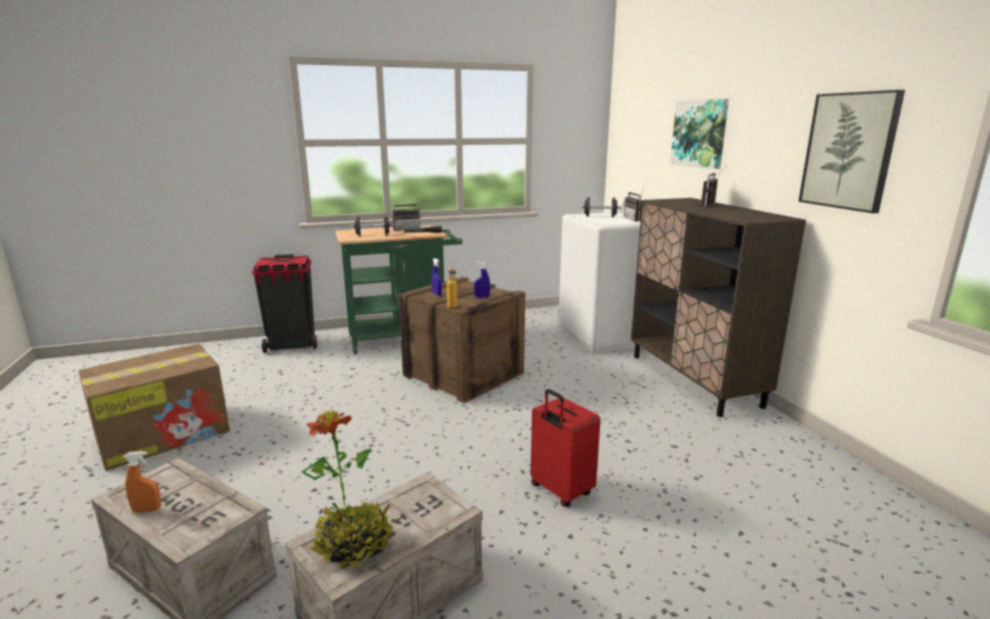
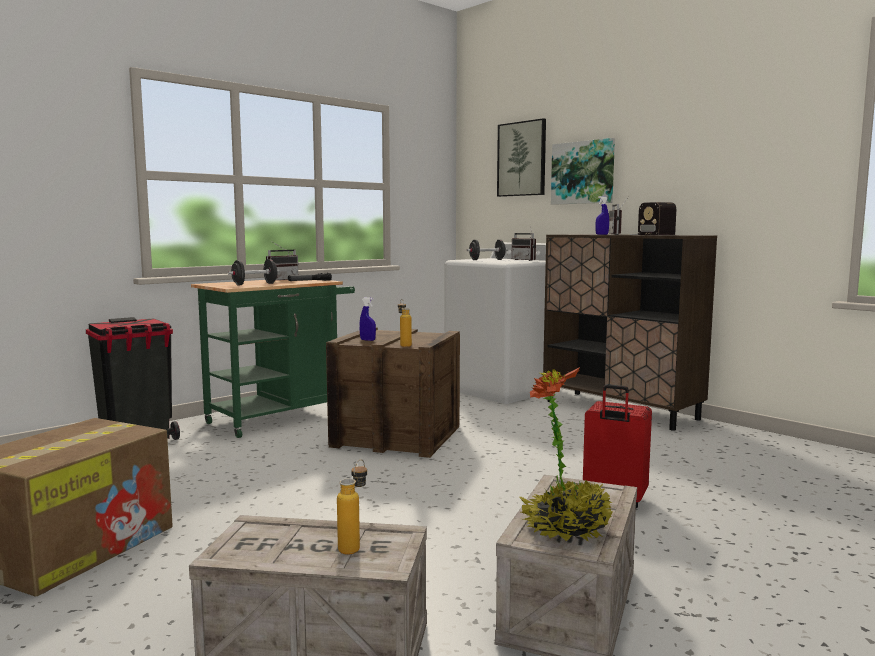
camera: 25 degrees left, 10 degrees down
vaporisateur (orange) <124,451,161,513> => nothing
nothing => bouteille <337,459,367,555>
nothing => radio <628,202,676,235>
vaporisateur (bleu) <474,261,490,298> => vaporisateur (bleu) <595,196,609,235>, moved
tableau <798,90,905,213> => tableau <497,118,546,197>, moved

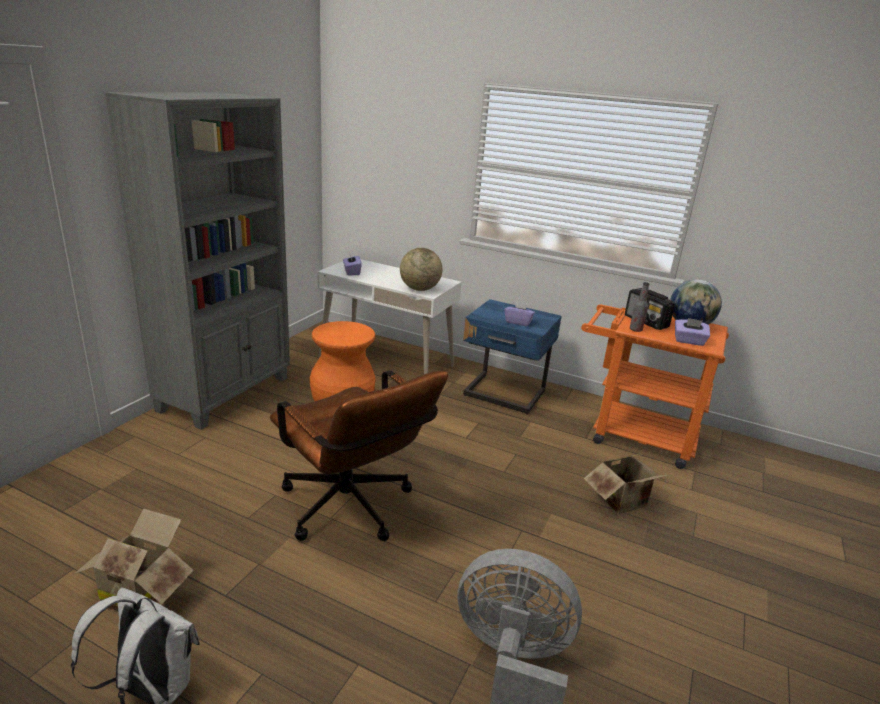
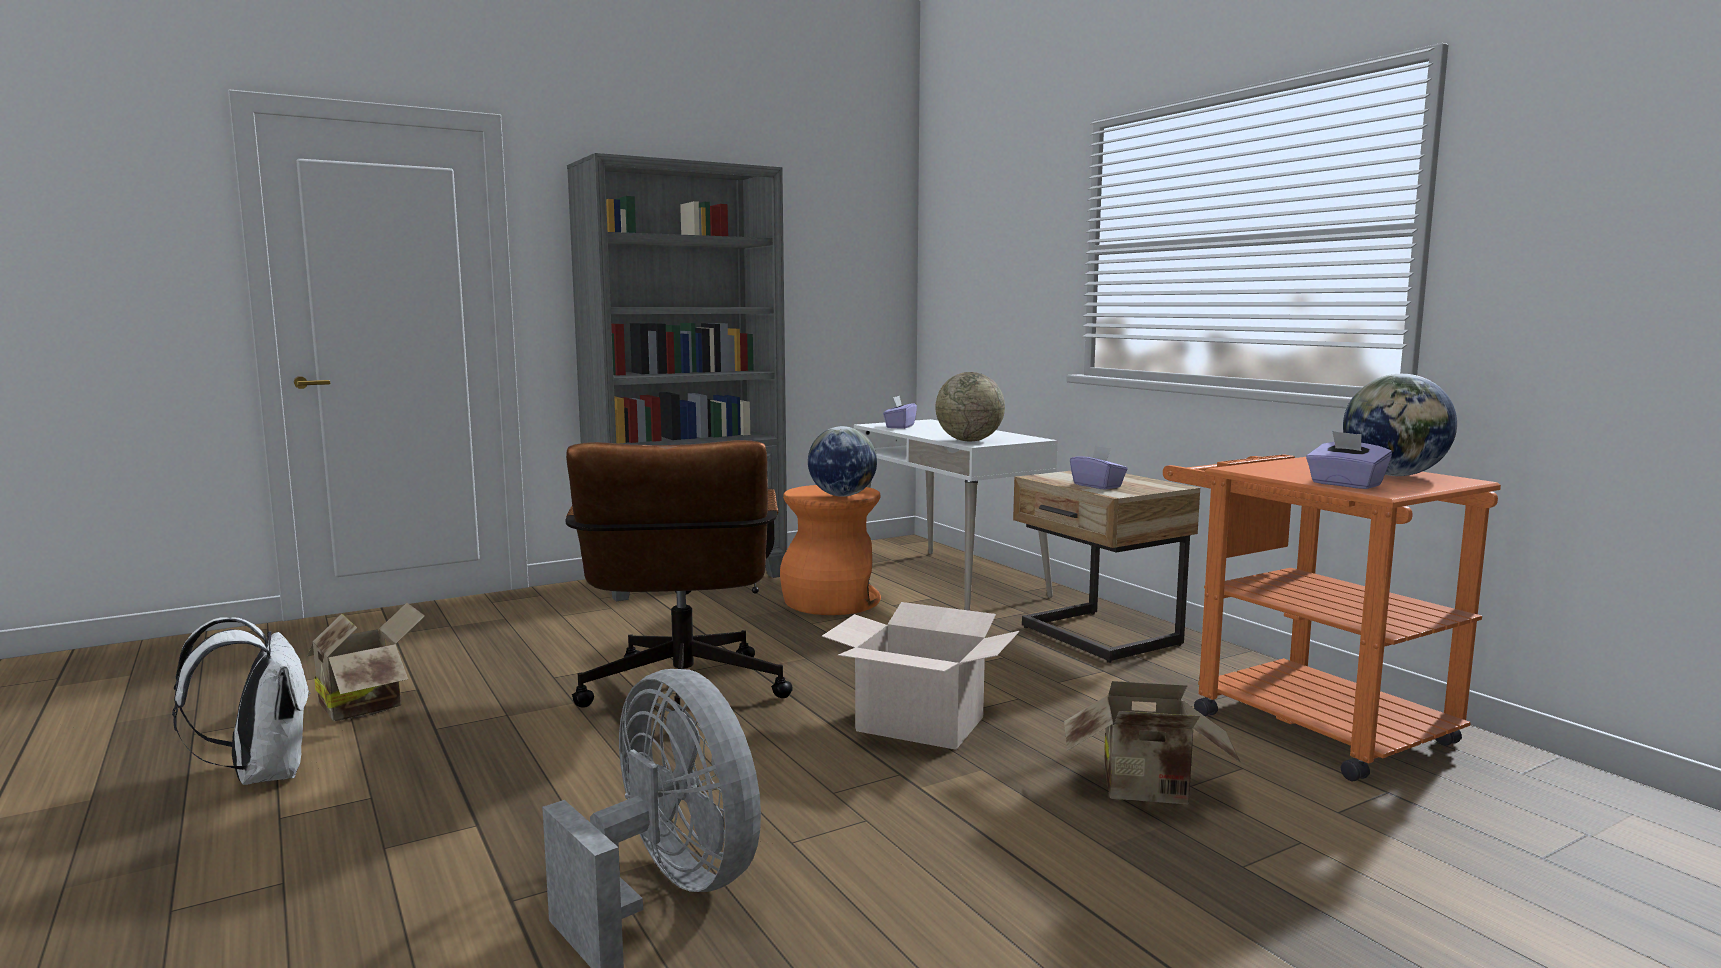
camera: 35 degrees right, 15 degrees down
radio <625,288,675,330> => nothing
bouteille <630,282,650,332> => nothing
nothing => globe <808,426,877,497>
nothing => carton <822,602,1020,750>
table de chevet (bleu) <463,299,561,414> => table de chevet (beige) <1013,471,1200,663>

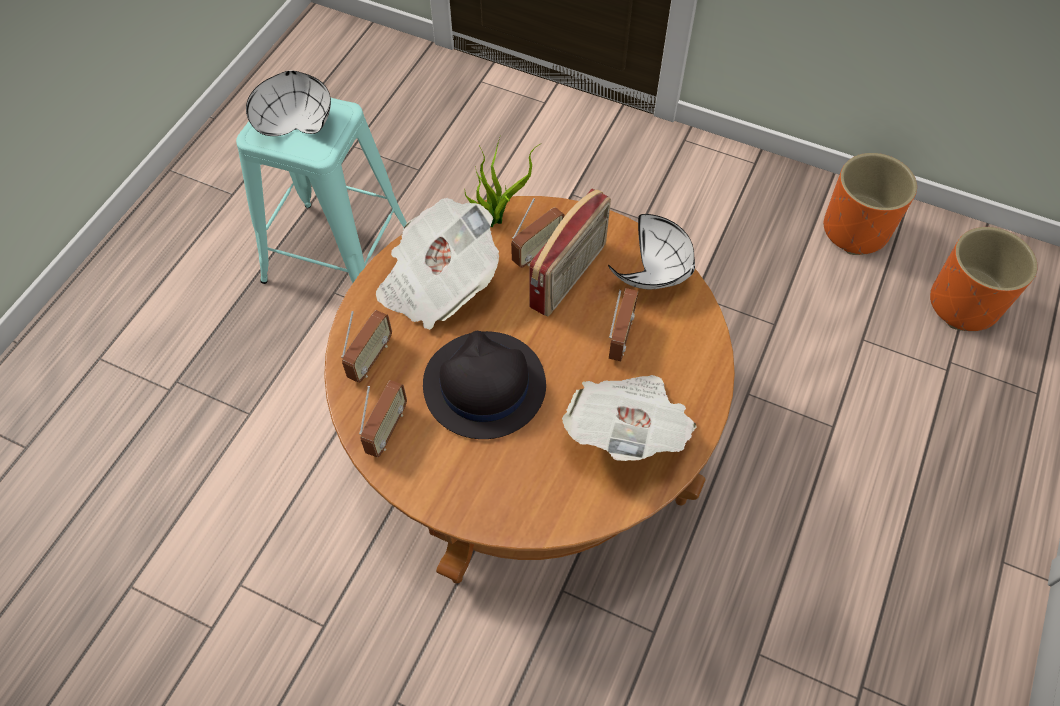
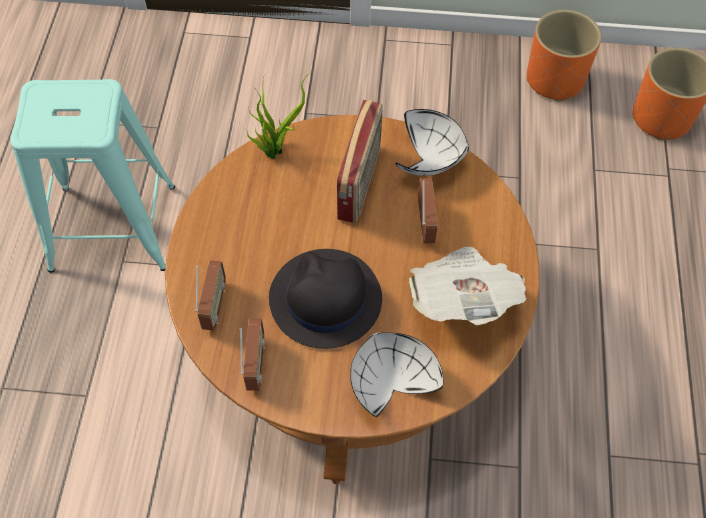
camera: 20 degrees left, 0 degrees up
journal <376,198,499,330> => nothing
radio <511,198,565,268> => nothing
bol (blanc) <246,70,331,136> => bol (blanc) <350,332,443,417>, moved

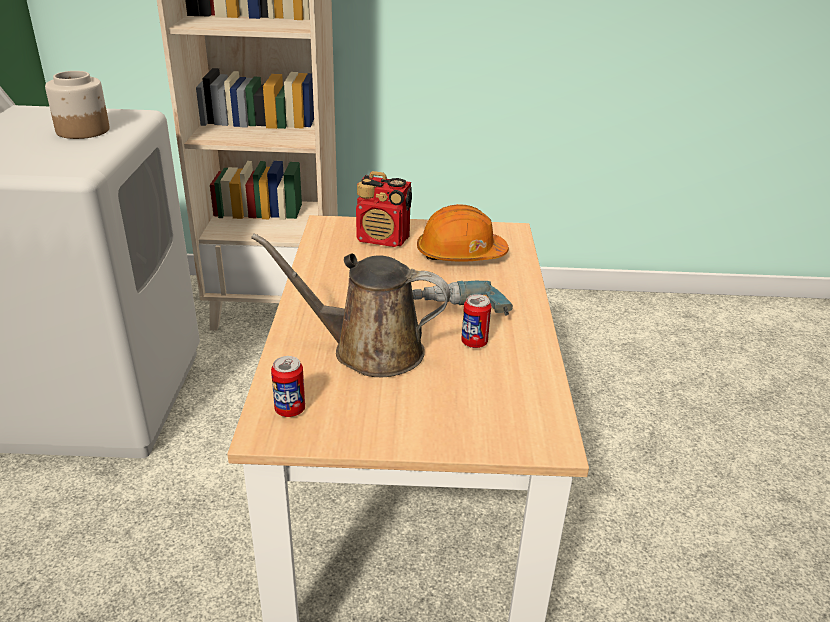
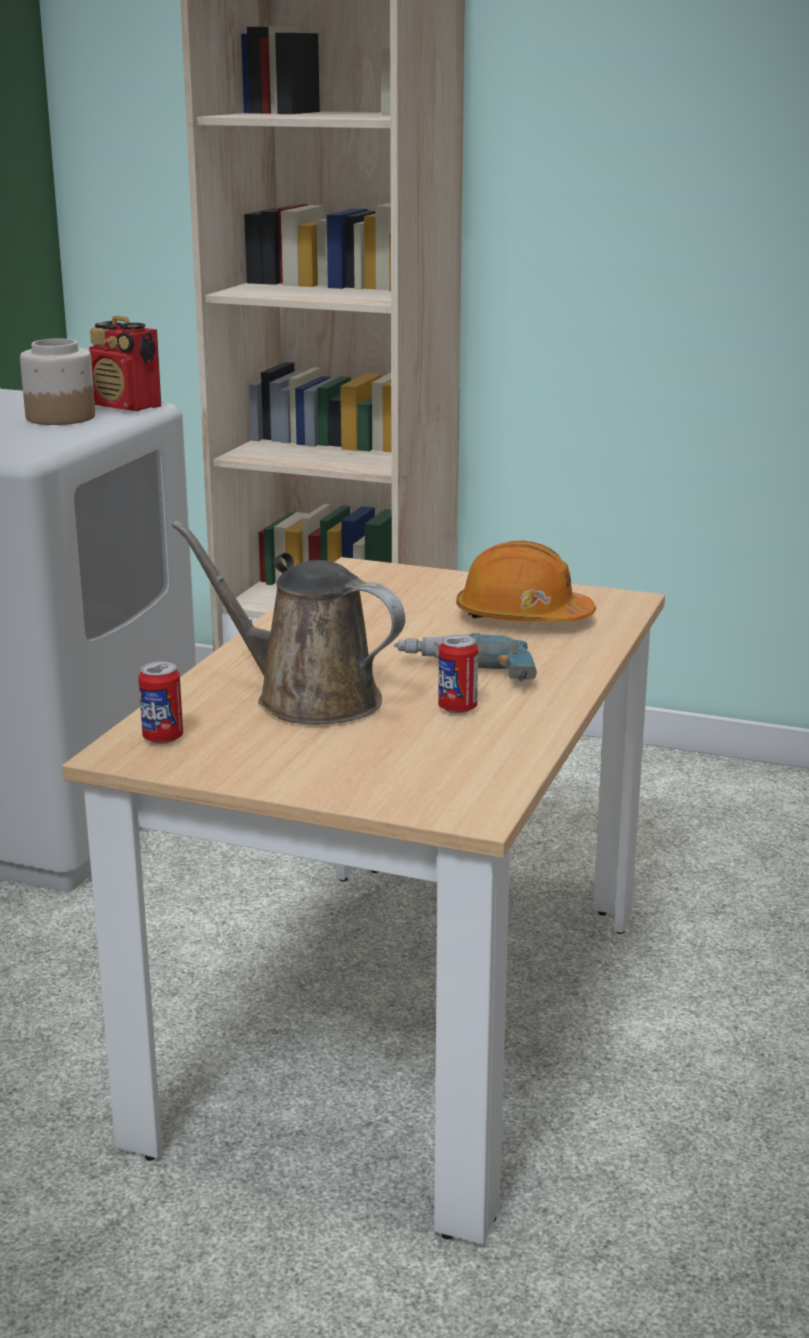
camera: 20 degrees right, 10 degrees down
radio <356,171,412,247> => radio <89,315,161,411>, moved

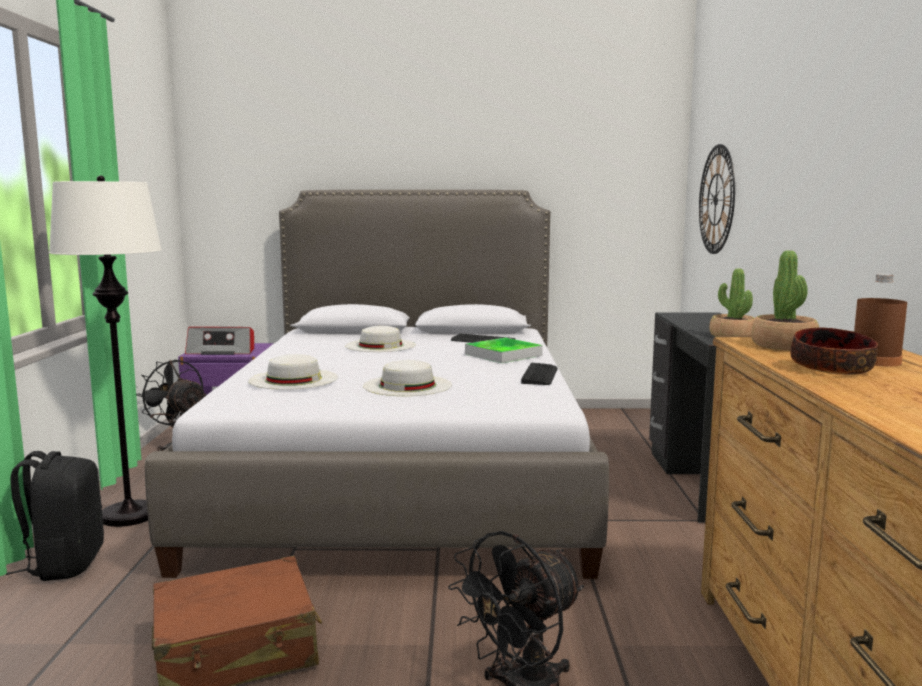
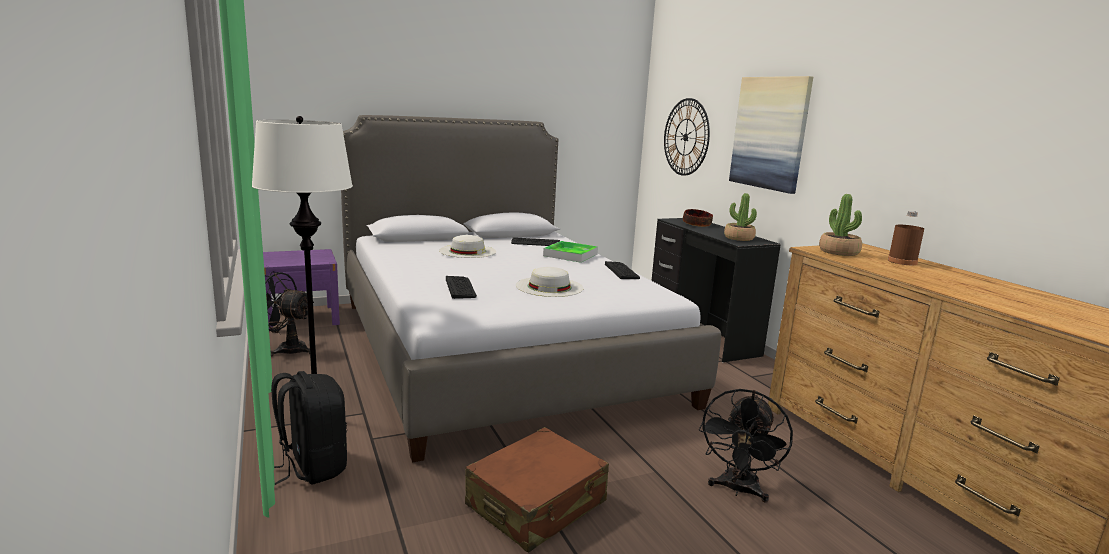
camera: 25 degrees left, 5 degrees up
radio <185,327,254,355> => nothing
nothing => tableau <729,76,813,194>
bol <790,328,878,375> => bol <683,209,713,227>, moved
chapeau (blanc) <249,354,338,390> => clavier <446,276,477,299>

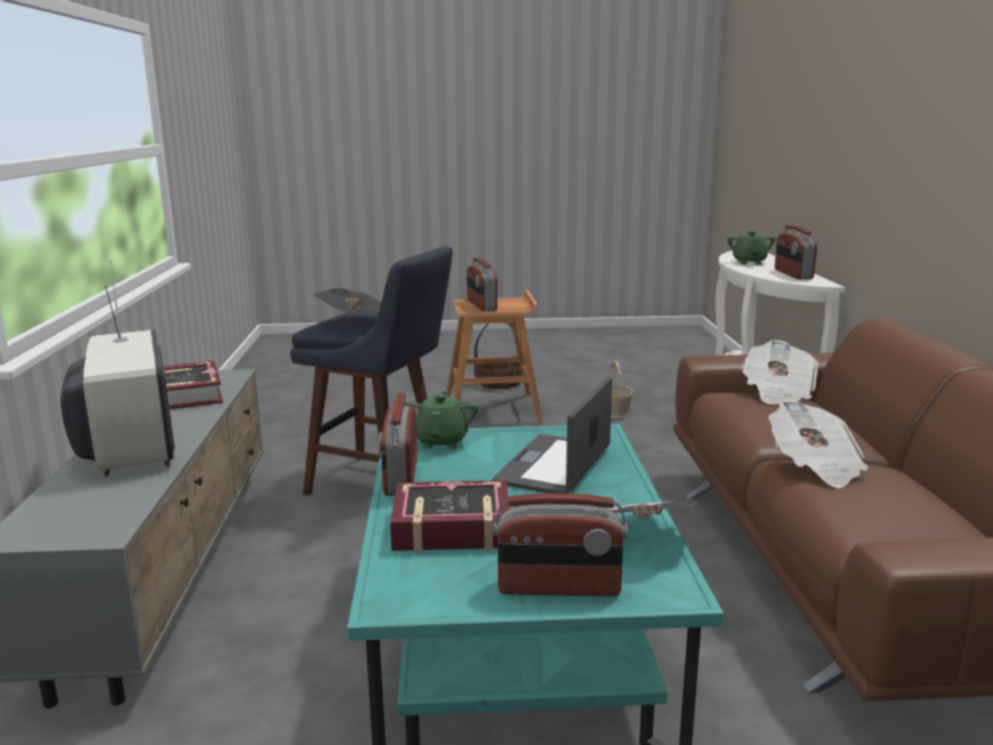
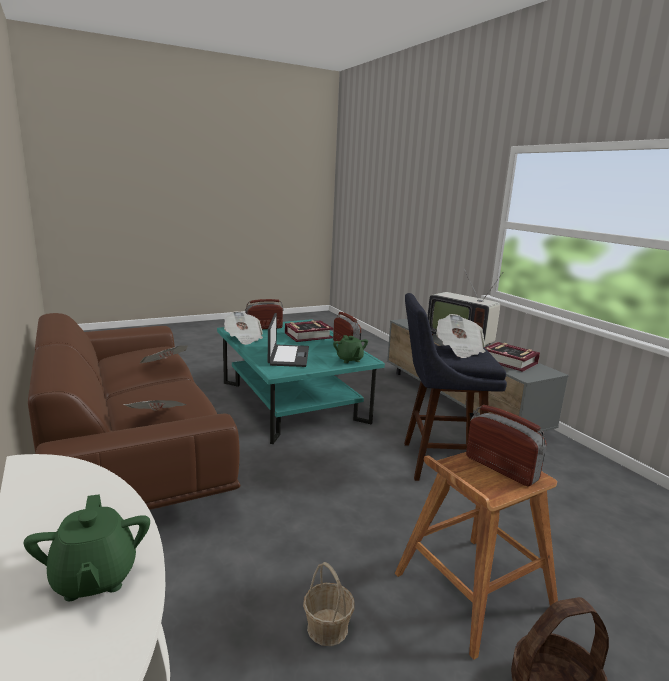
camera: 155 degrees right, 0 degrees up
radio <775,225,817,280> => nothing

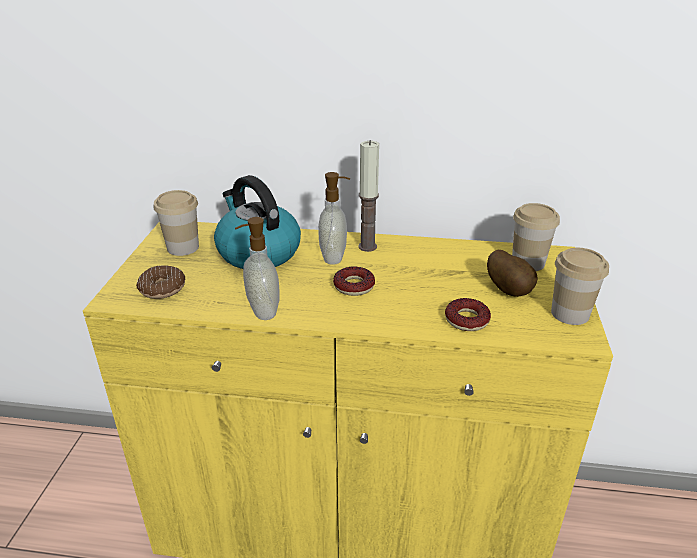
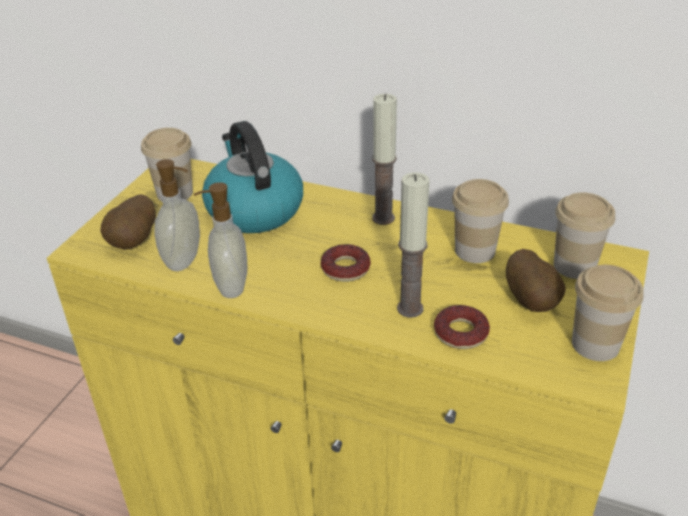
camera: 15 degrees right, 5 degrees up
nothing => bougie <397,172,429,318>
nothing => tasse <452,179,509,263>
distributeur de savon <318,172,350,265> => distributeur de savon <154,159,200,271>, moved
beignet <136,266,185,299> => pomme de terre <100,194,156,250>

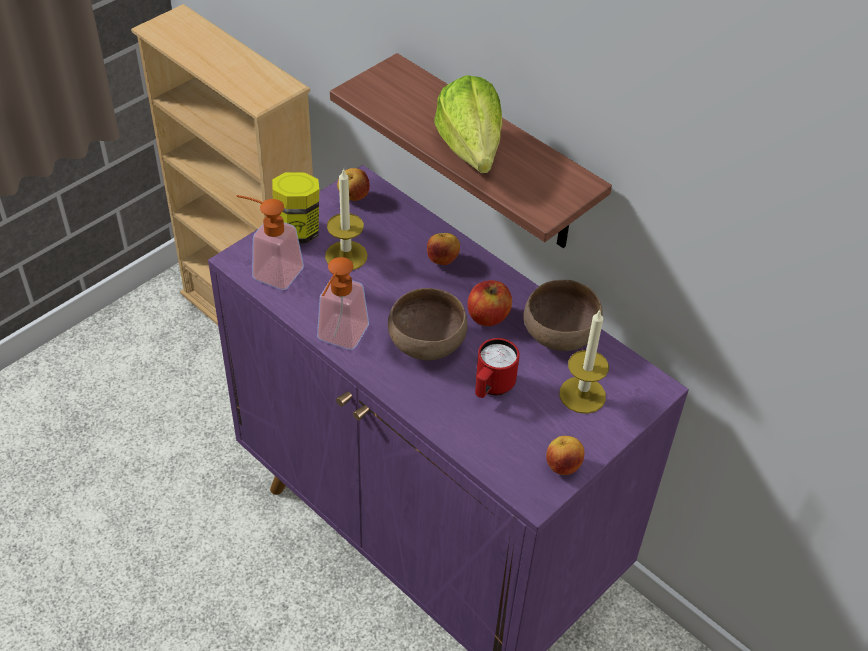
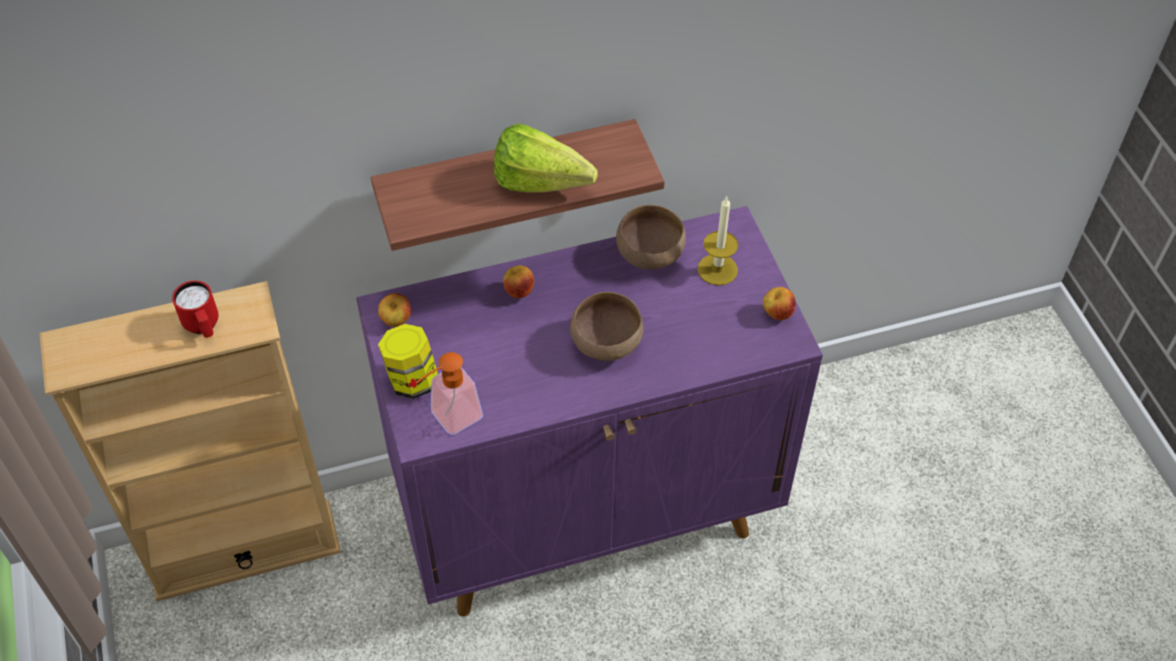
camera: 60 degrees left, 5 degrees up
distributeur de savon <317,257,369,350> => nothing
bougie <325,168,368,270> => nothing
pomme <468,280,512,326> => nothing
mug (rouge) <475,338,519,398> => mug (rouge) <172,281,219,338>, moved

